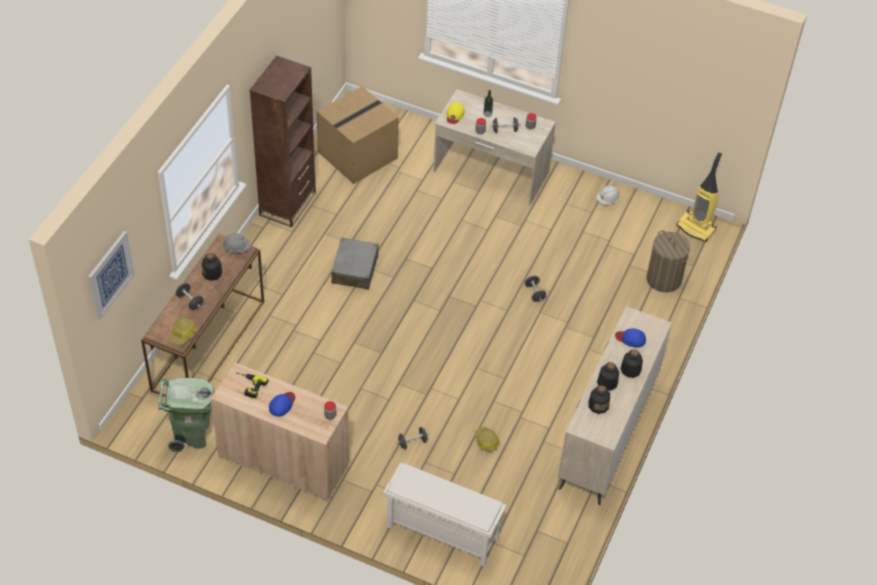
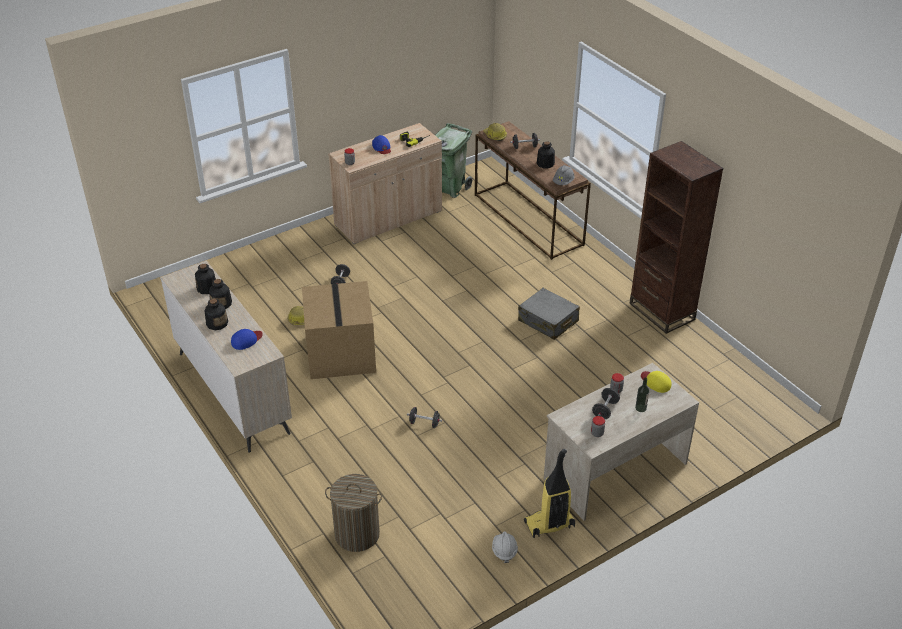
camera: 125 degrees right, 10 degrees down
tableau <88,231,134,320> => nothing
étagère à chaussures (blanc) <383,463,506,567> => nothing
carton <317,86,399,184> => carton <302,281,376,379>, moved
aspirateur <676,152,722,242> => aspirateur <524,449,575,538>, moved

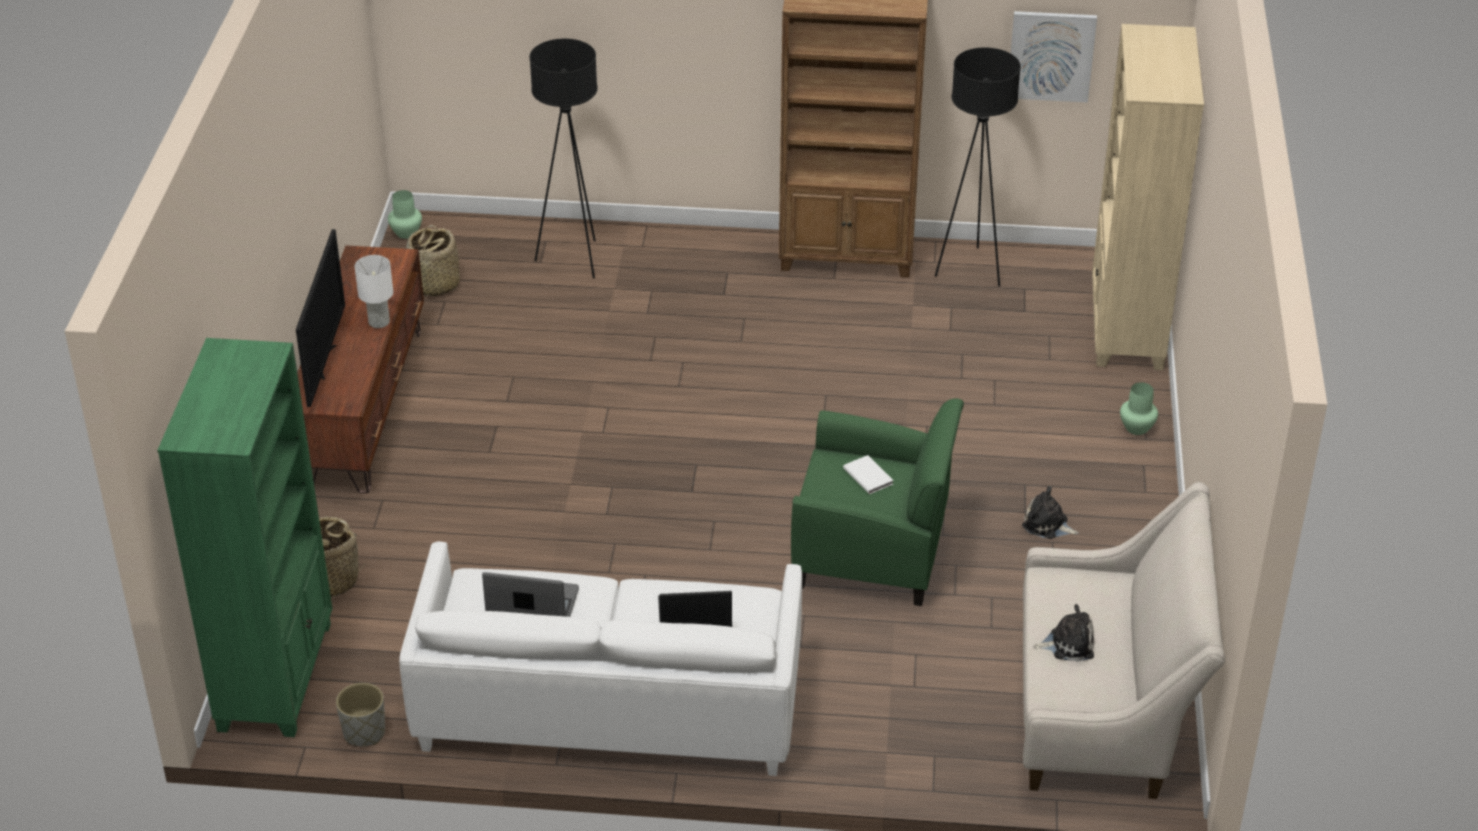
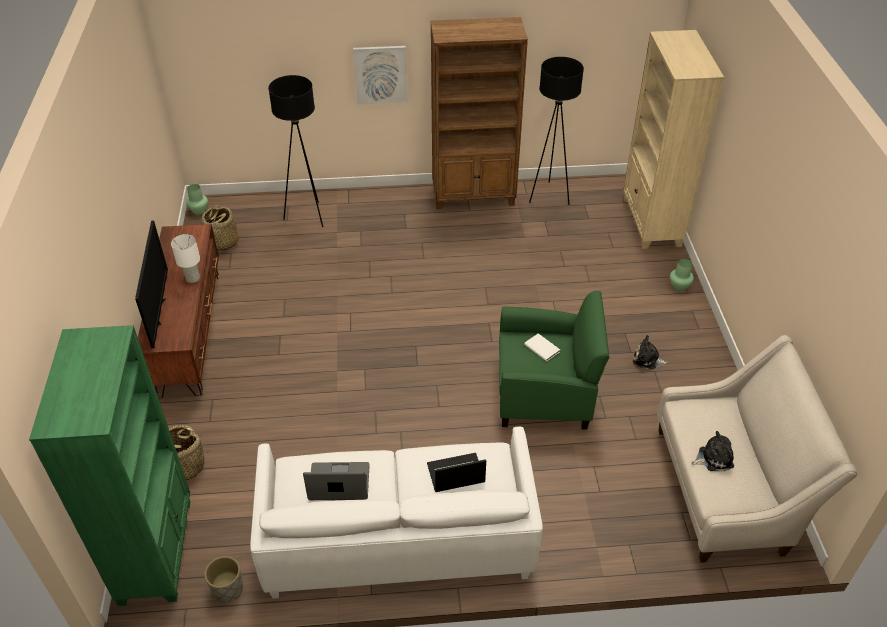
camera: 10 degrees left, 5 degrees up
tableau <1011,11,1097,103> => tableau <353,46,407,105>, moved

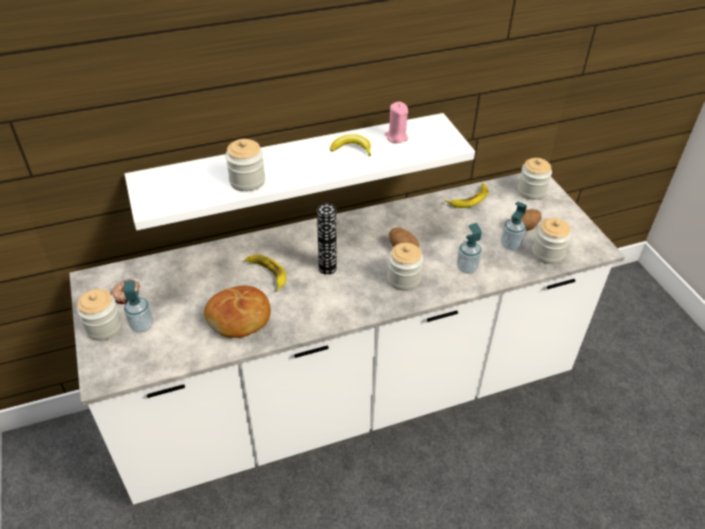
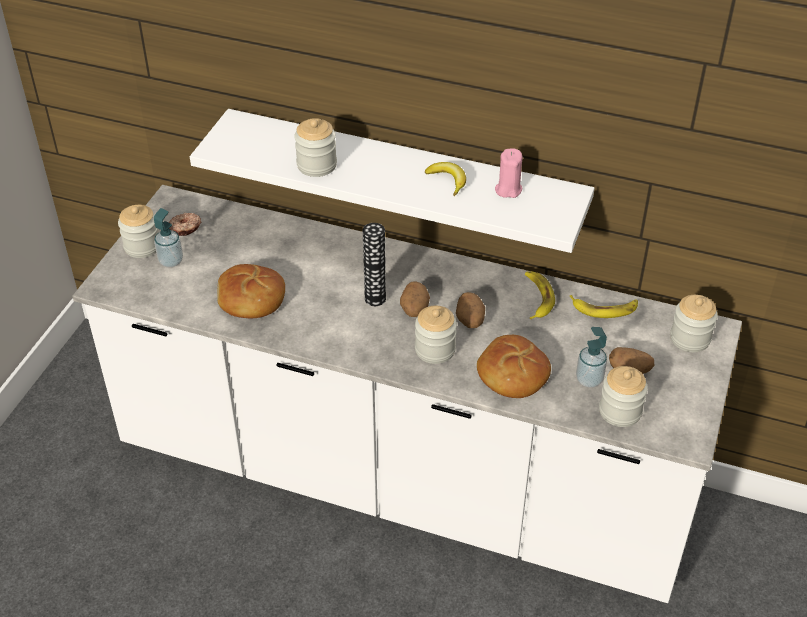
camera: 40 degrees right, 0 degrees up
nothing => pomme de terre <400,281,430,317>
banane <245,255,286,291> => banane <525,271,555,319>, moved
distributeur de savon <457,223,482,274> => pain <477,335,551,398>

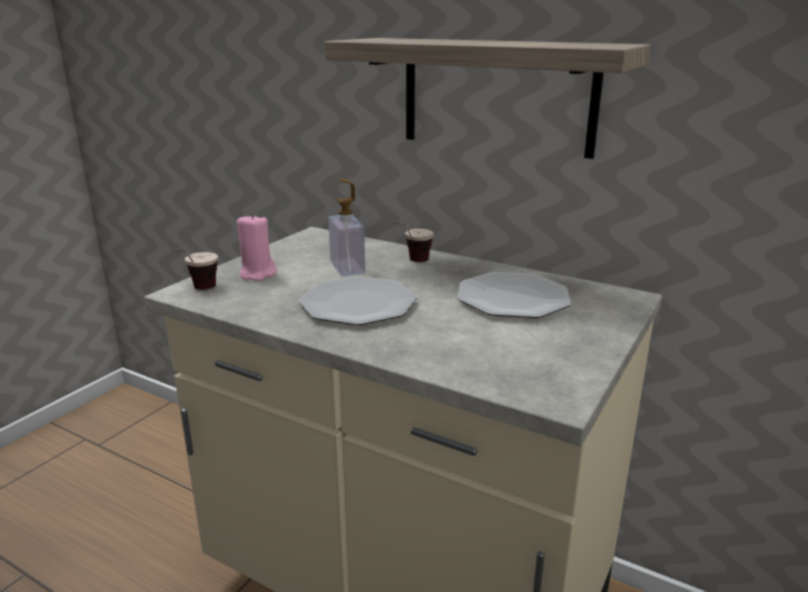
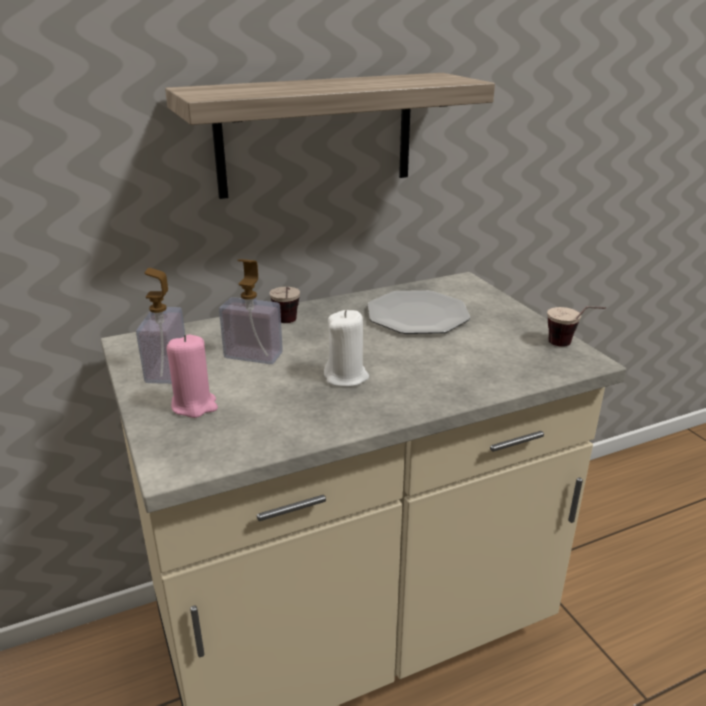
camera: 55 degrees left, 5 degrees up
nothing => distributeur de savon <136,268,185,384>
tasse <172,249,218,290> => tasse <547,306,606,347>, moved
assiette <299,276,417,325> => bougie (blanc) <324,310,369,387>

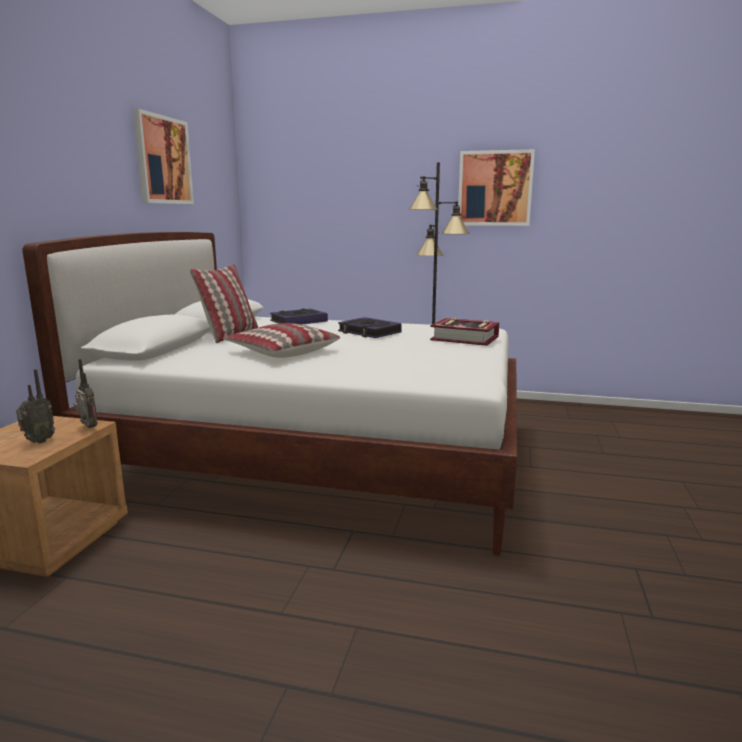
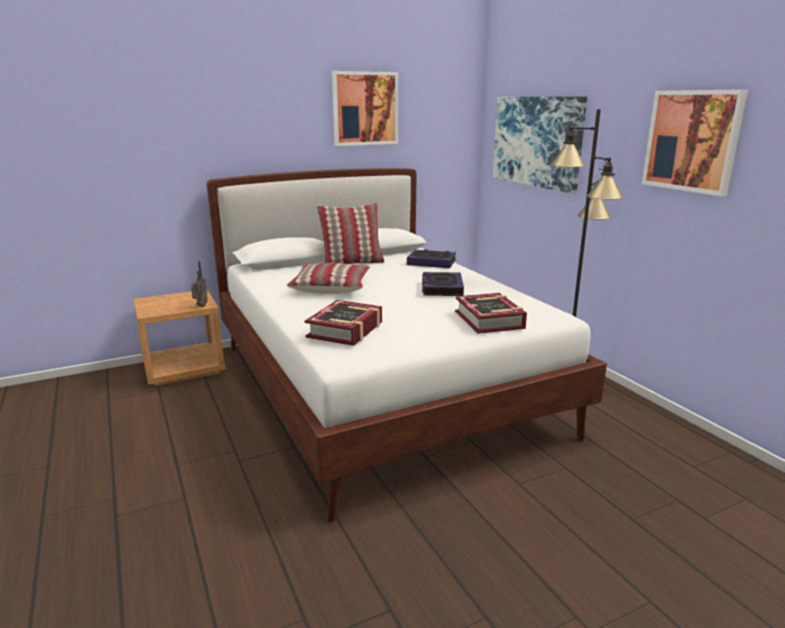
camera: 50 degrees right, 5 degrees up
radio <16,369,55,443> => nothing
nothing => livre <305,300,382,346>
nothing => tableau <493,96,587,193>

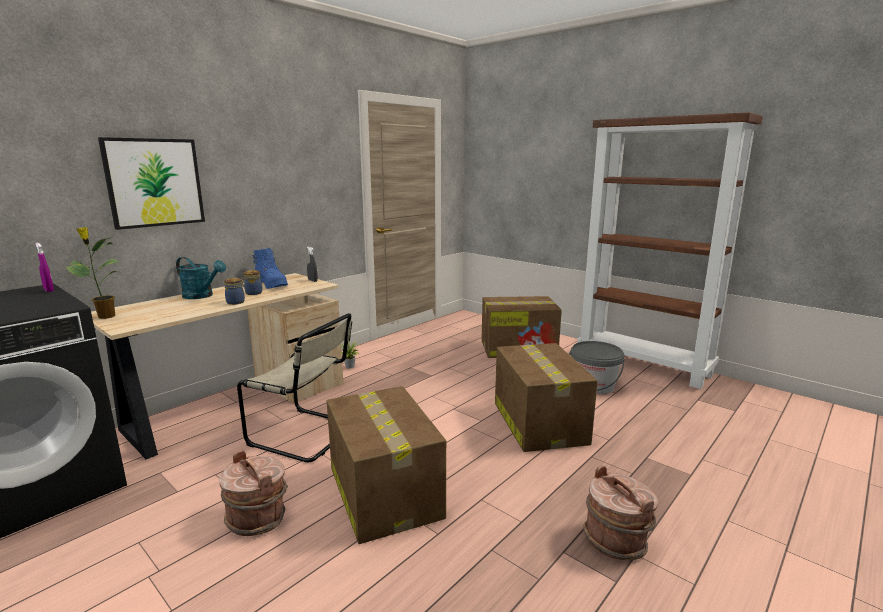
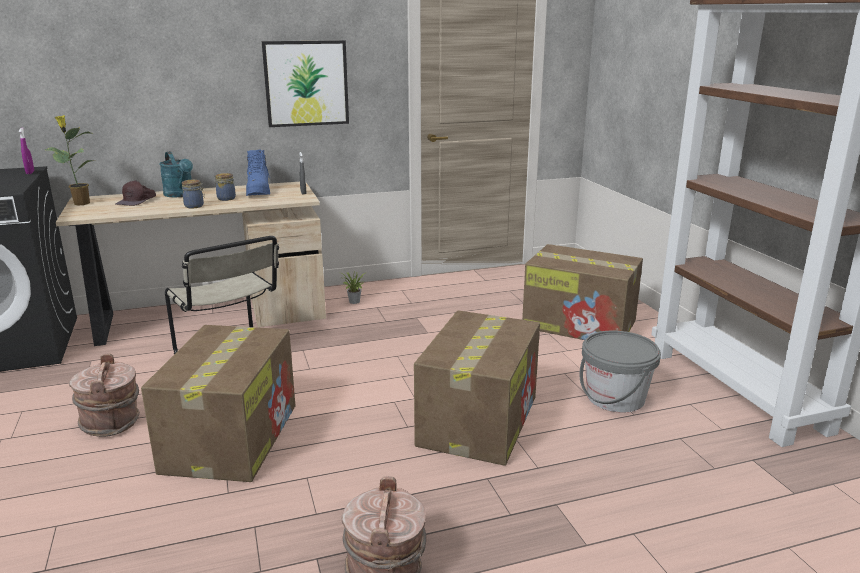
camera: 30 degrees right, 5 degrees up
nothing => casquette (marron) <116,180,156,206>
tableau <98,137,205,230> => tableau <262,40,349,127>, moved

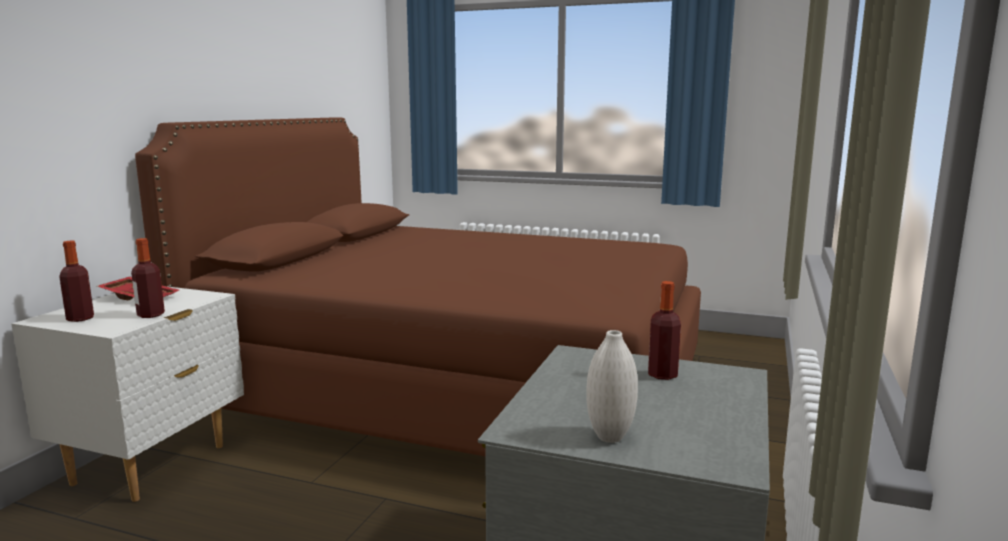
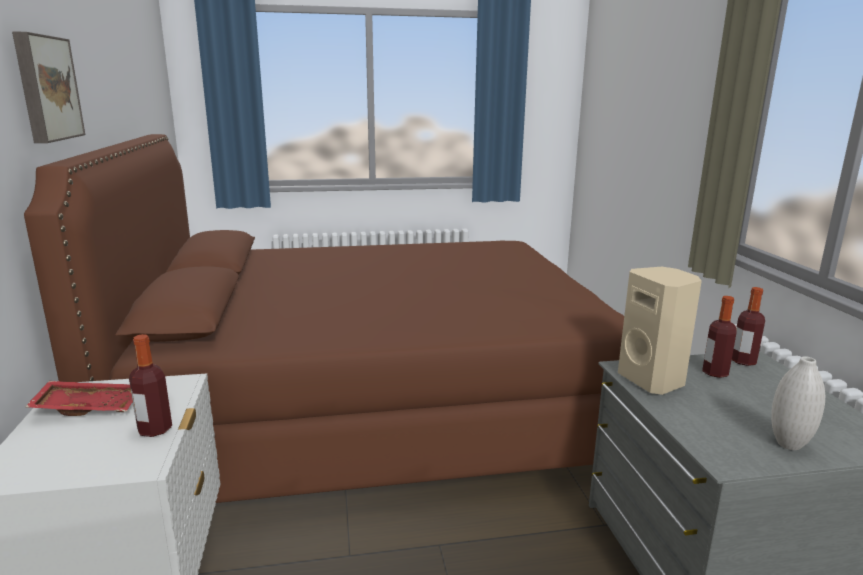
camera: 30 degrees left, 5 degrees up
nothing => tableau <12,31,85,143>
nothing => enceinte (beige) <618,267,702,395>
bouteille <59,241,94,322> => bouteille <732,287,765,366>, moved

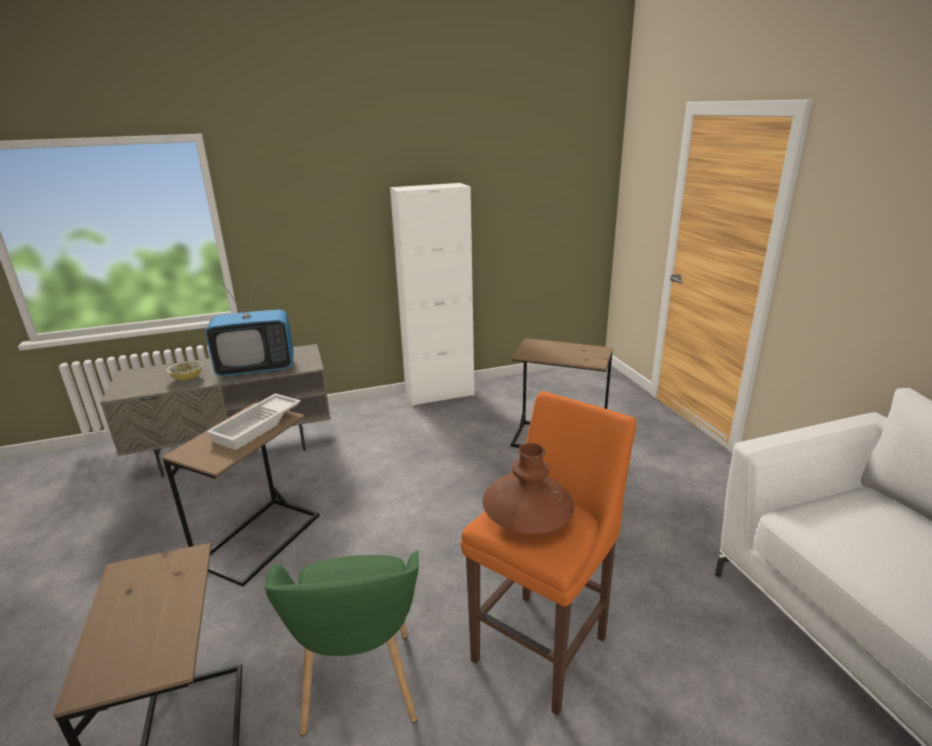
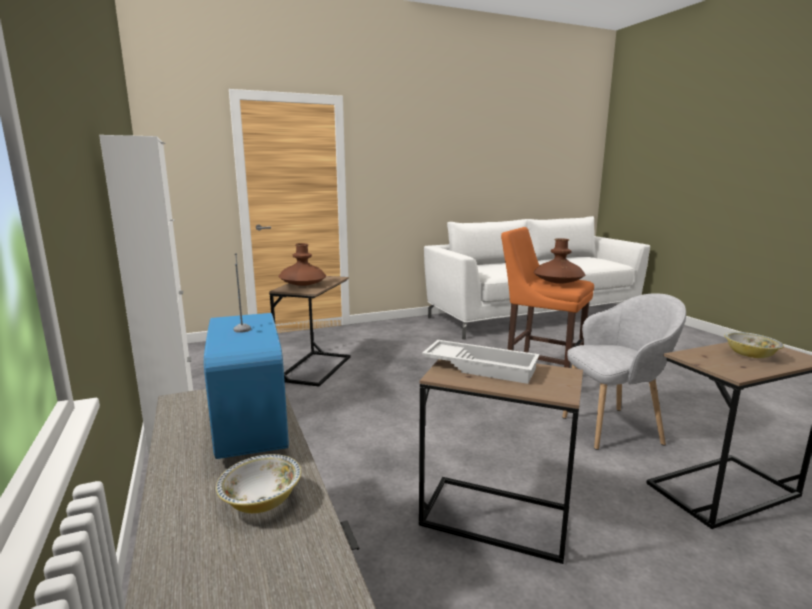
camera: 95 degrees left, 10 degrees down
nothing => vase (marron) <279,243,326,286>
nothing => bol <724,332,784,358>
fauteuil (vert) <264,551,419,736> => fauteuil (gris) <562,293,686,450>

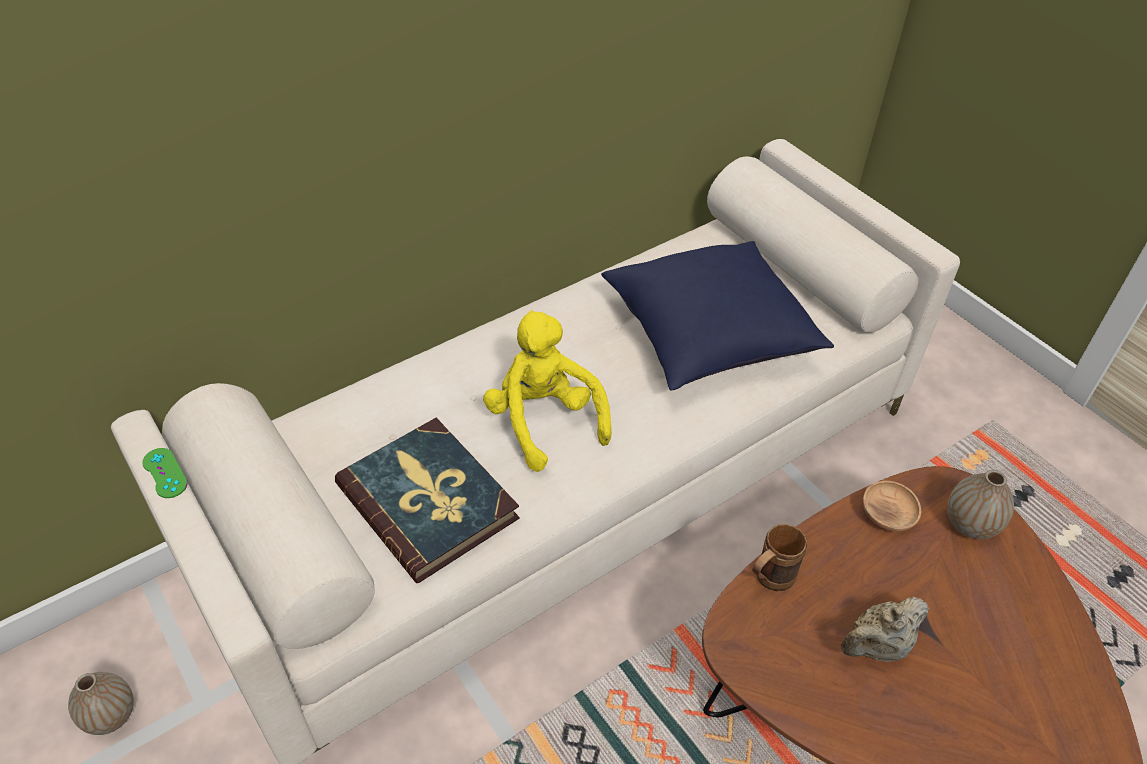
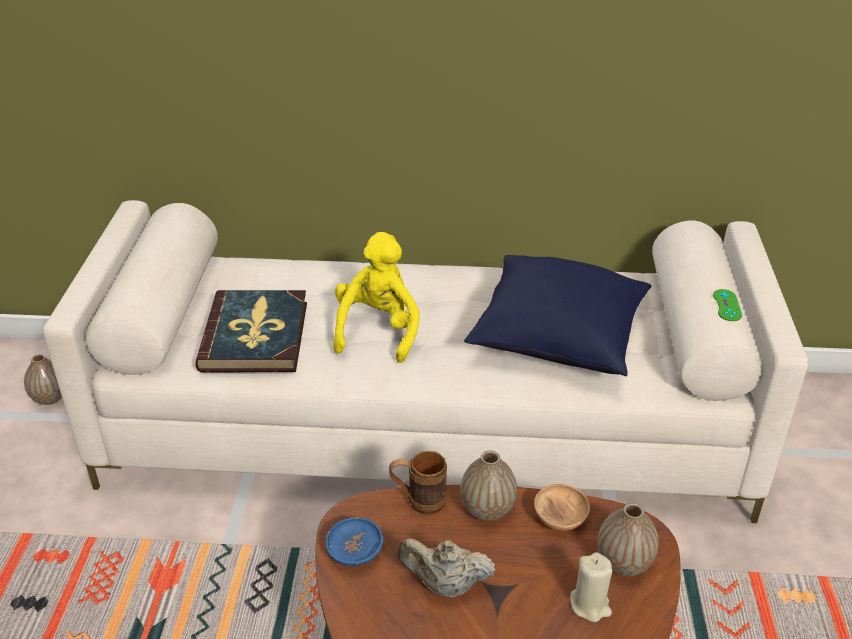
camera: 40 degrees right, 10 degrees down
nothing => bol (bleu) <326,517,383,566>
nothing => vase <461,451,517,521>
nothing => bougie (beige) <570,552,613,622>
manette (vert) <142,448,188,498> => manette (vert) <713,289,742,321>, moved

